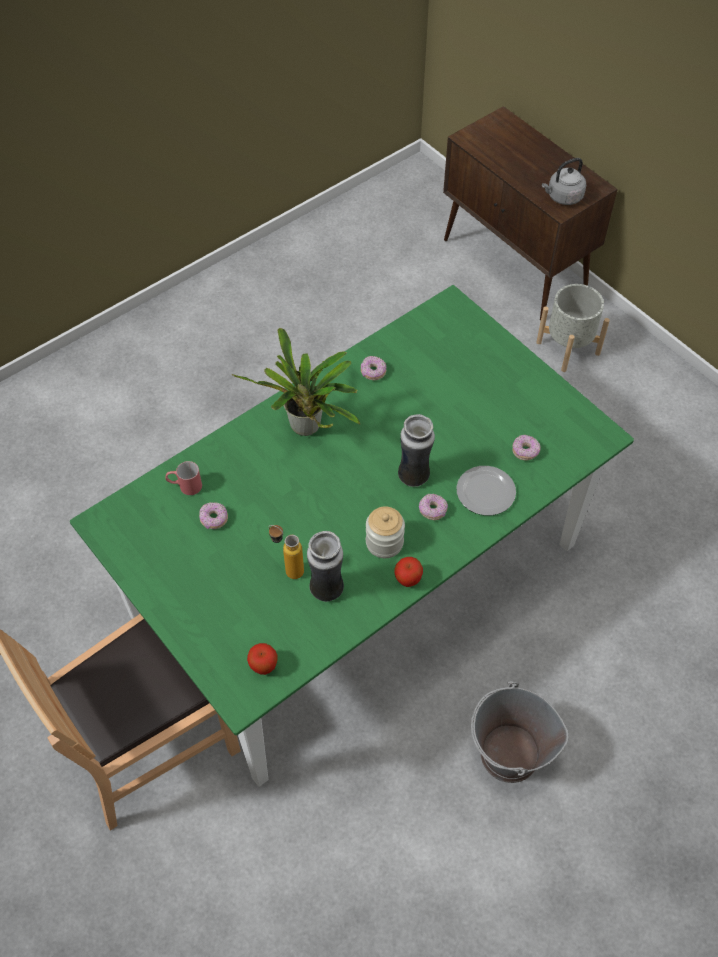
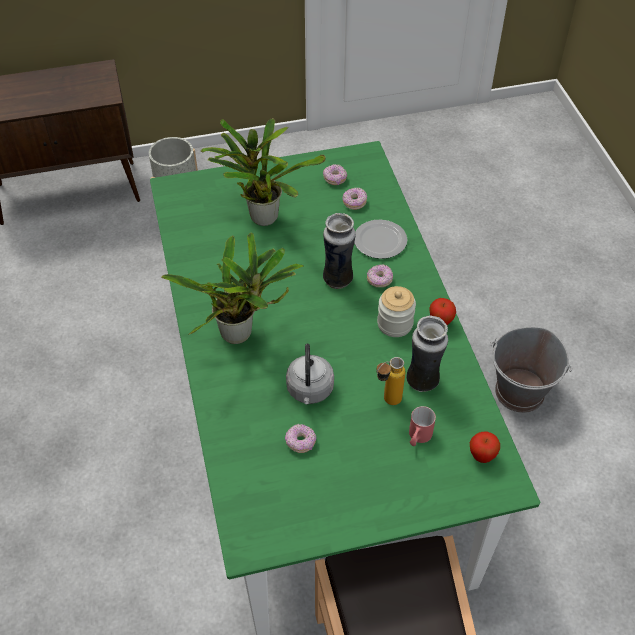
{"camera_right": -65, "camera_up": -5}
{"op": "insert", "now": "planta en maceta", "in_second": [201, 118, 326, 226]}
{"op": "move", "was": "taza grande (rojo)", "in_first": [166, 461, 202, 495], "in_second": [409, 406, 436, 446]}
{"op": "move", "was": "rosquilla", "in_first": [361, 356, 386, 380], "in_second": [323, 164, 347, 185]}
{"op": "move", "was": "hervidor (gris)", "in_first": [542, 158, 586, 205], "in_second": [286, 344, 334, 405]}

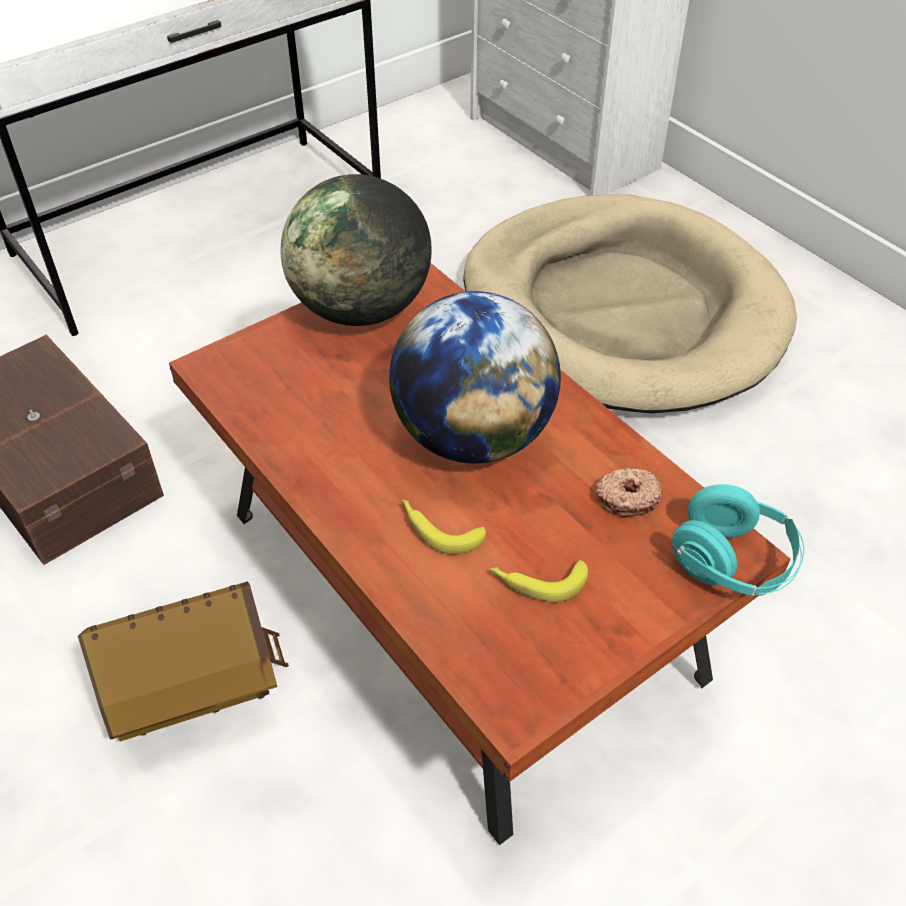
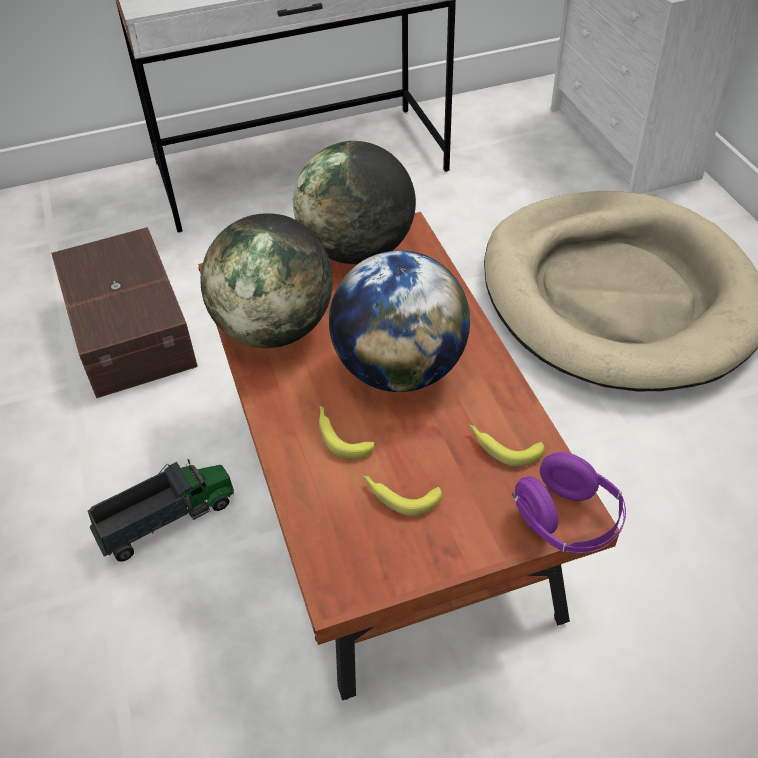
{"camera_right": 20, "camera_up": 0}
{"op": "insert", "now": "globo terráqueo", "in_second": [200, 213, 333, 348]}
{"op": "replace", "was": "casita", "now": "camión de juguete", "in_first": [78, 581, 289, 741], "in_second": [88, 459, 234, 562]}
{"op": "replace", "was": "rosquilla", "now": "plátano", "in_first": [596, 468, 662, 517], "in_second": [469, 425, 544, 467]}
{"op": "recolor", "was": "auriculares (turquesa)", "now": "auriculares (morado)", "in_first": [671, 484, 804, 596], "in_second": [512, 452, 626, 554]}

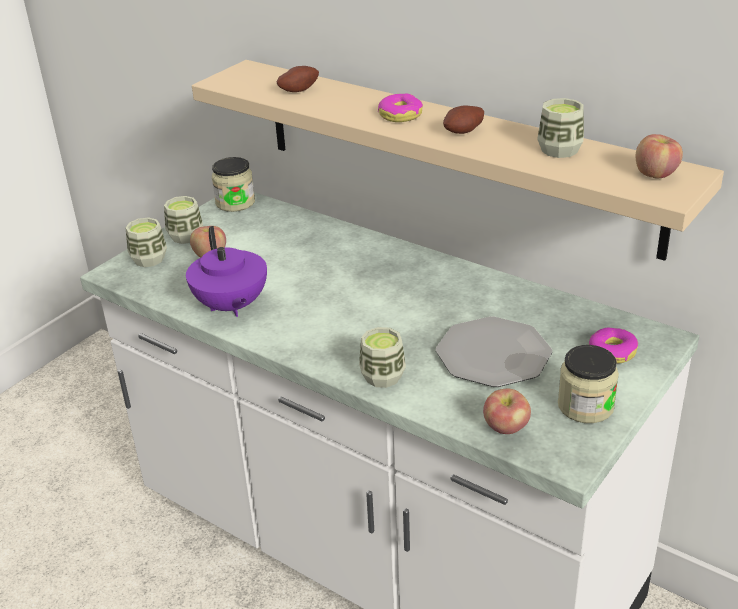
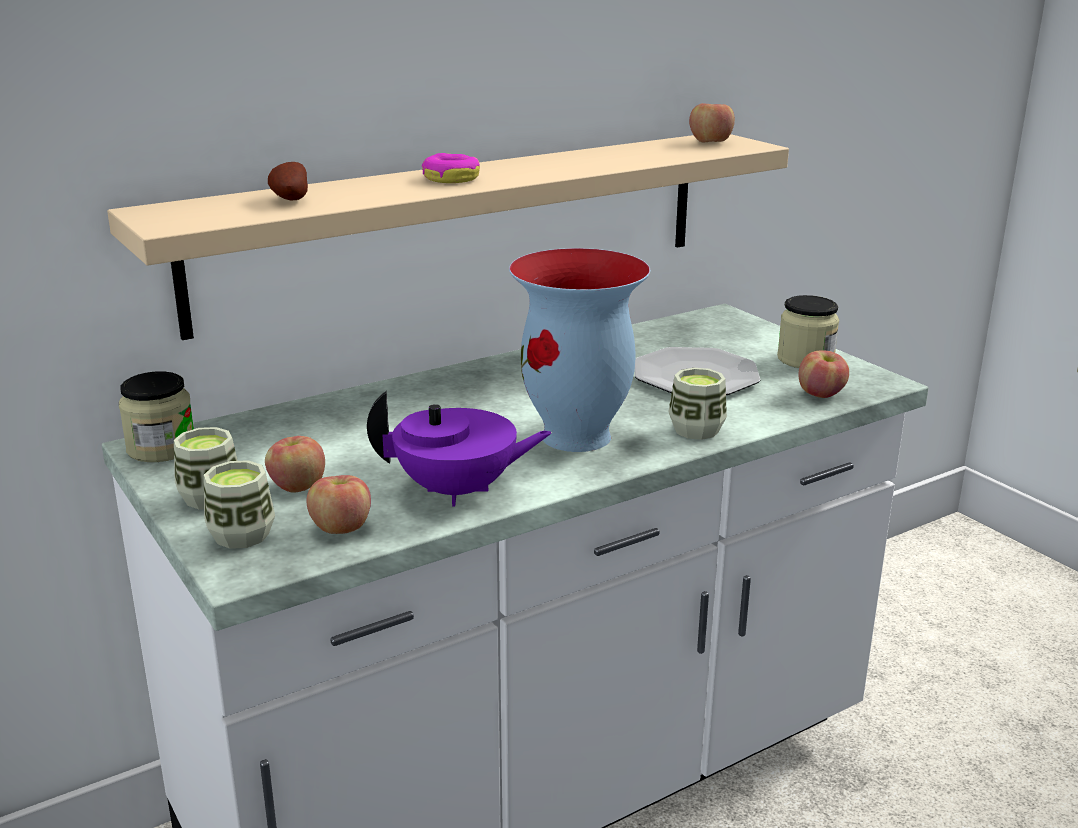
{"camera_right": -70, "camera_up": -10}
{"op": "delete", "was": "patata", "in_first": [443, 106, 484, 134]}
{"op": "delete", "was": "taza", "in_first": [537, 98, 584, 158]}
{"op": "delete", "was": "rosquilla", "in_first": [589, 328, 638, 364]}
{"op": "insert", "now": "manzana", "in_second": [307, 475, 371, 534]}
{"op": "insert", "now": "florero", "in_second": [509, 248, 651, 452]}

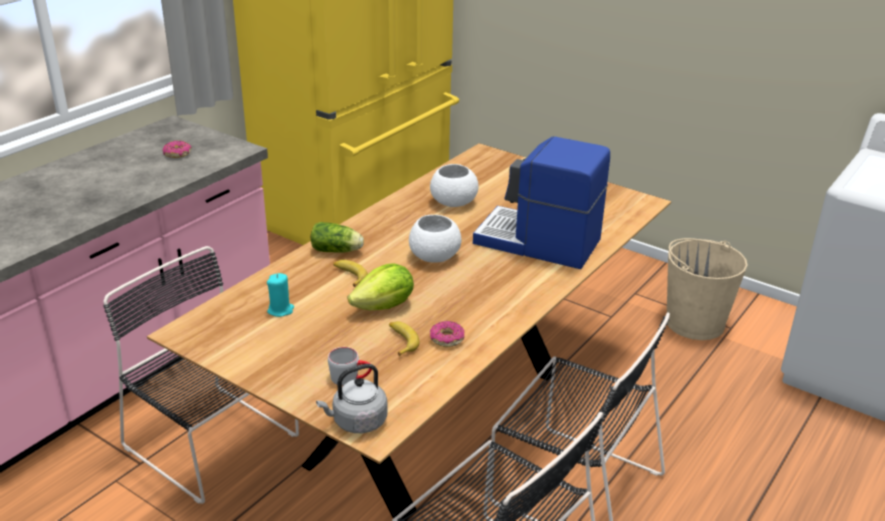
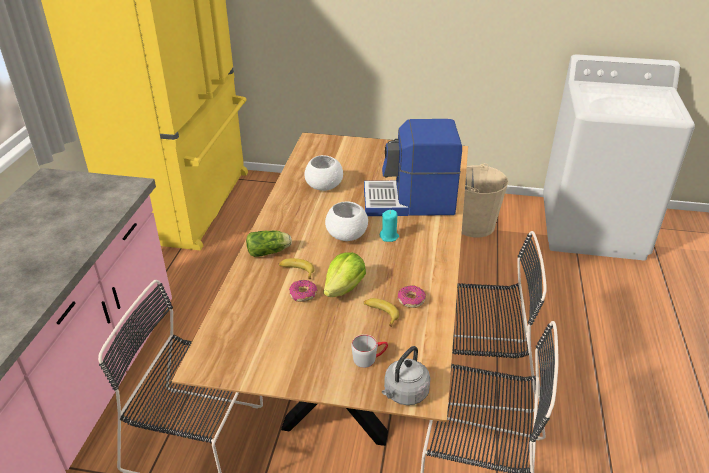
{"camera_right": -25, "camera_up": 5}
{"op": "move", "was": "rosquilla", "in_first": [163, 141, 192, 158], "in_second": [289, 280, 318, 302]}
{"op": "move", "was": "vela (turquesa)", "in_first": [267, 273, 294, 317], "in_second": [380, 210, 399, 242]}

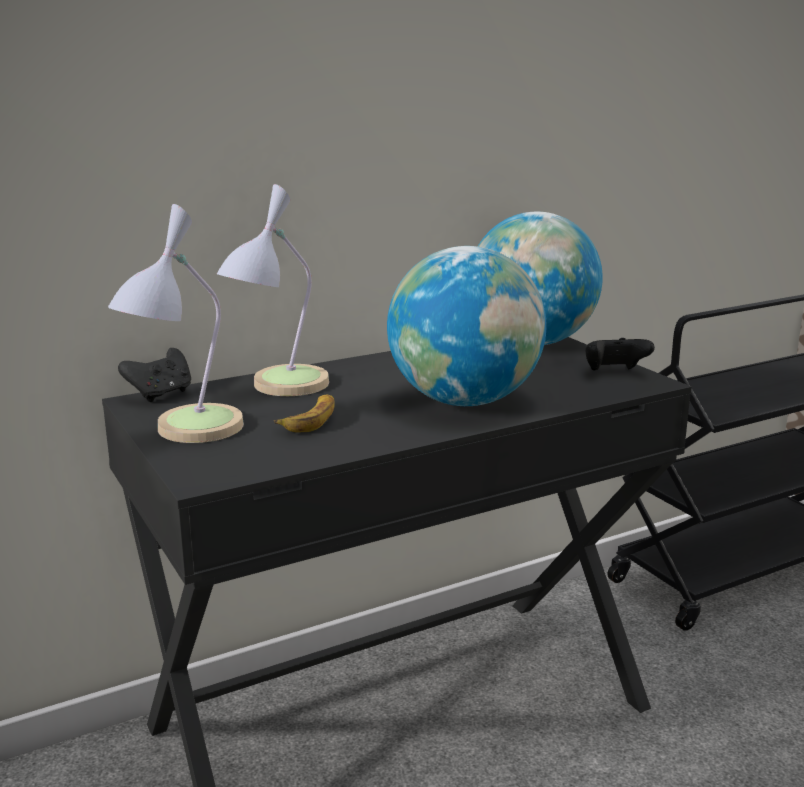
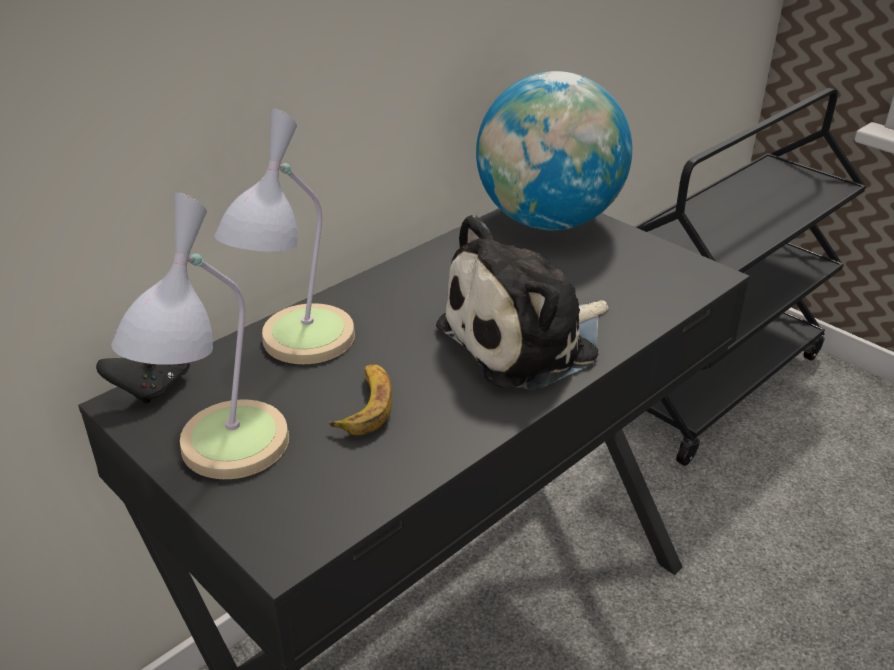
{"camera_right": -15, "camera_up": 15}
{"op": "delete", "was": "mando de consola (negro)", "in_first": [585, 338, 655, 371]}
{"op": "replace", "was": "globo terráqueo", "now": "peluche", "in_first": [387, 246, 546, 406], "in_second": [436, 214, 608, 390]}

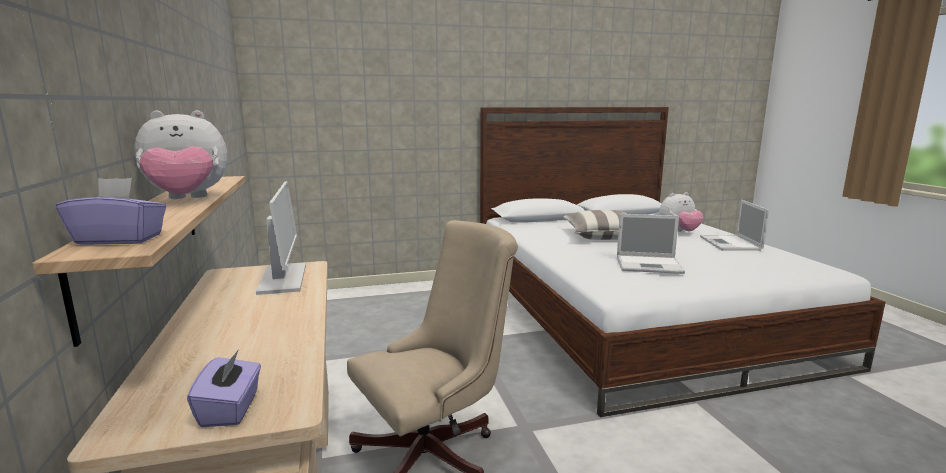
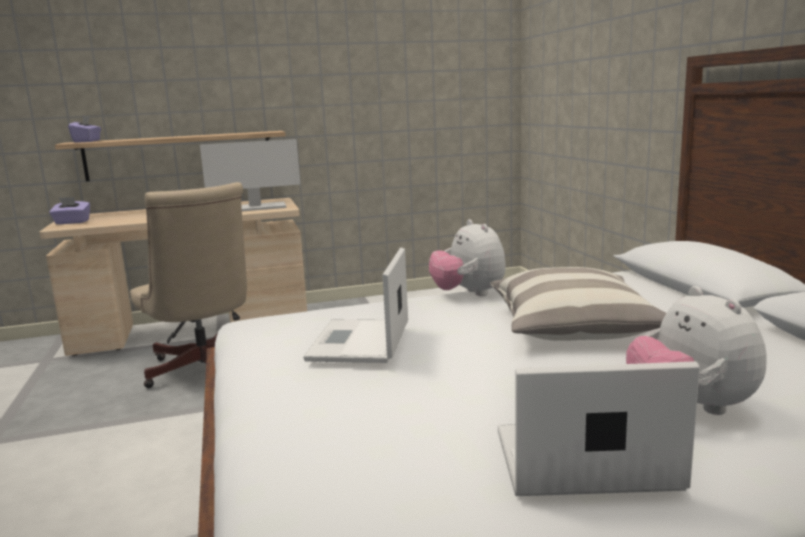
{"camera_right": 90, "camera_up": 0}
{"op": "move", "was": "peluche", "in_first": [134, 110, 227, 199], "in_second": [429, 219, 506, 296]}

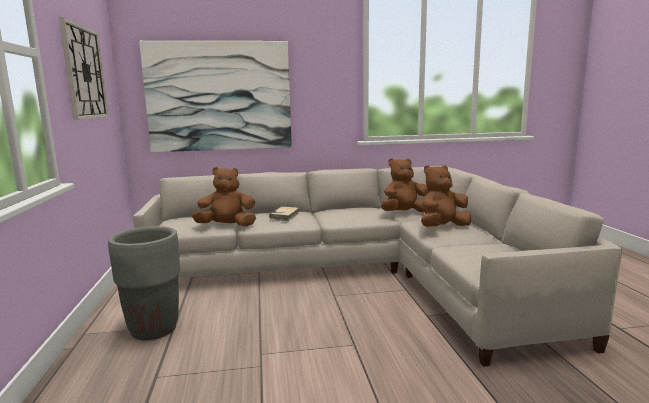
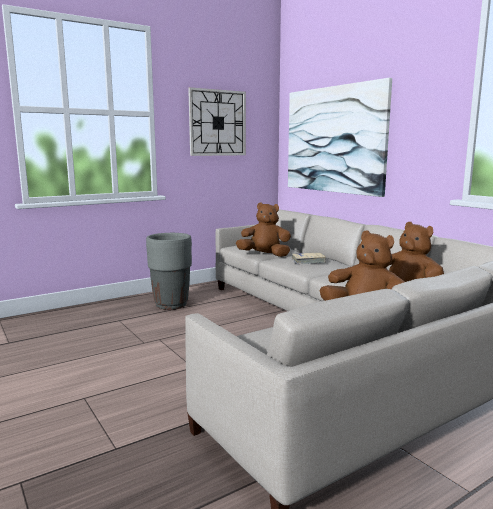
{"camera_right": 65, "camera_up": 0}
{"op": "rotate", "was": "peluche (marrón)", "in_first": [192, 167, 256, 227], "in_second": [236, 202, 291, 257], "clockwise": -45}

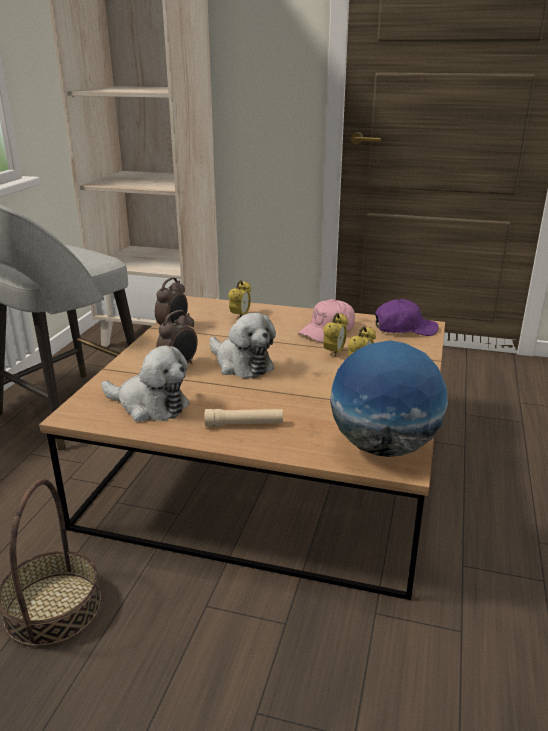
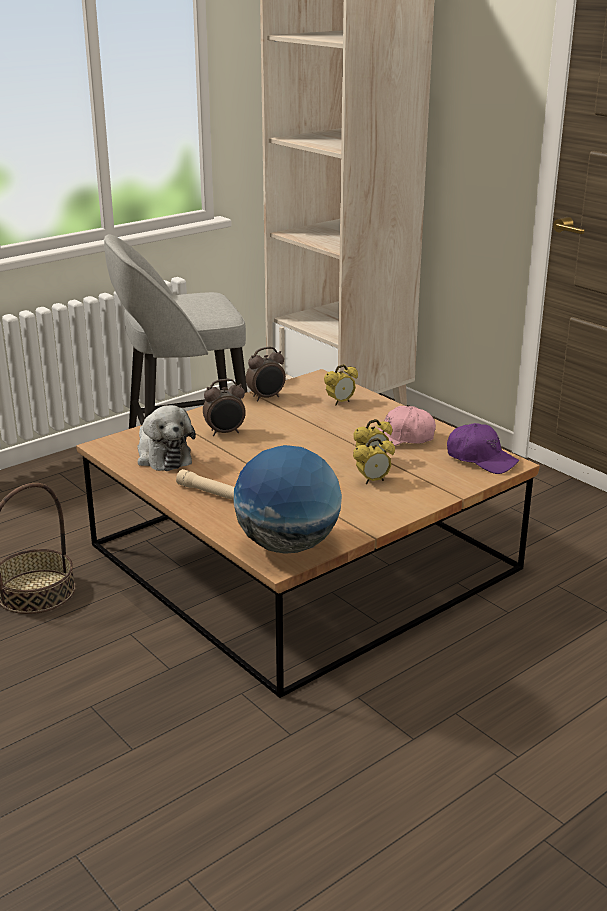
{"camera_right": 35, "camera_up": 0}
{"op": "delete", "was": "peluche", "in_first": [210, 313, 276, 378]}

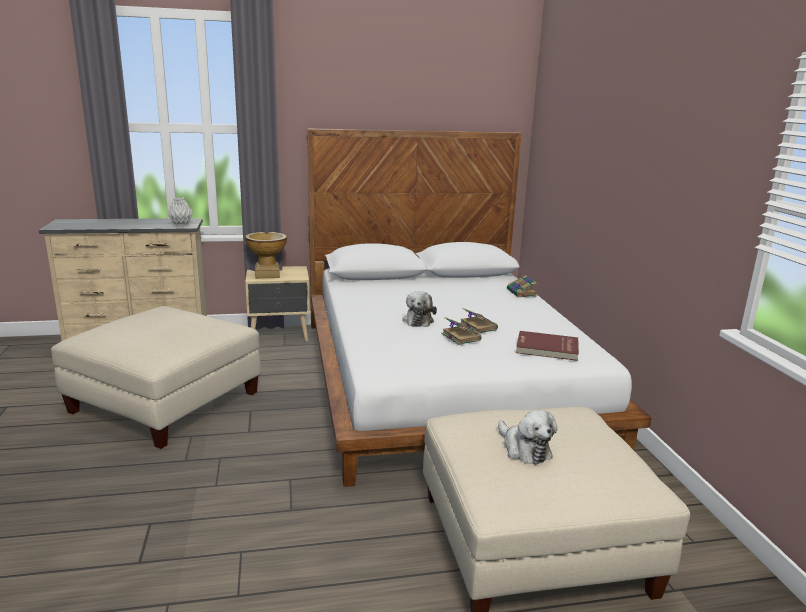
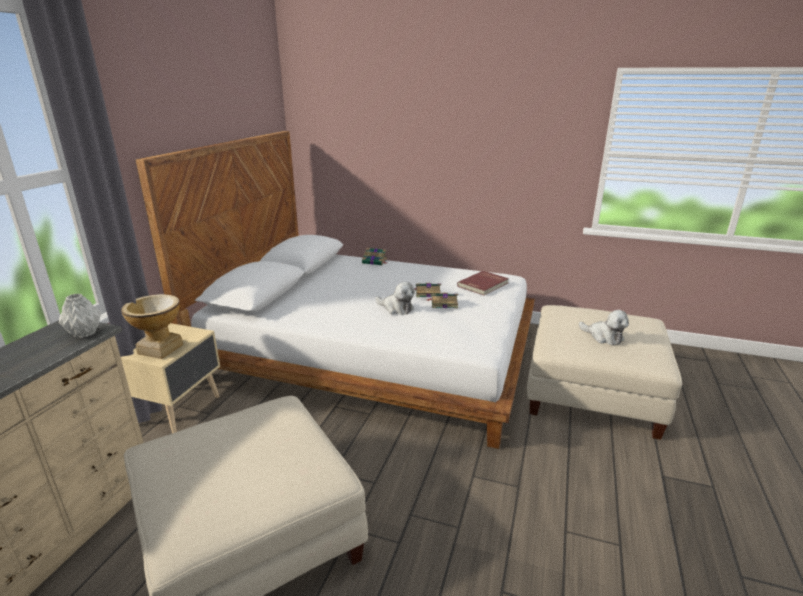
{"camera_right": -60, "camera_up": 5}
{"op": "rotate", "was": "peluche", "in_first": [498, 410, 557, 465], "in_second": [579, 310, 629, 345], "clockwise": 45}

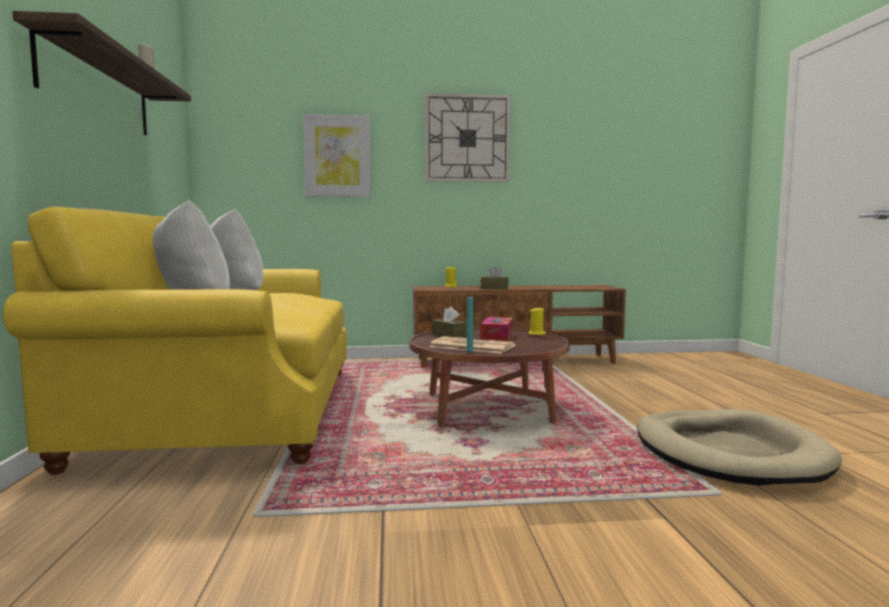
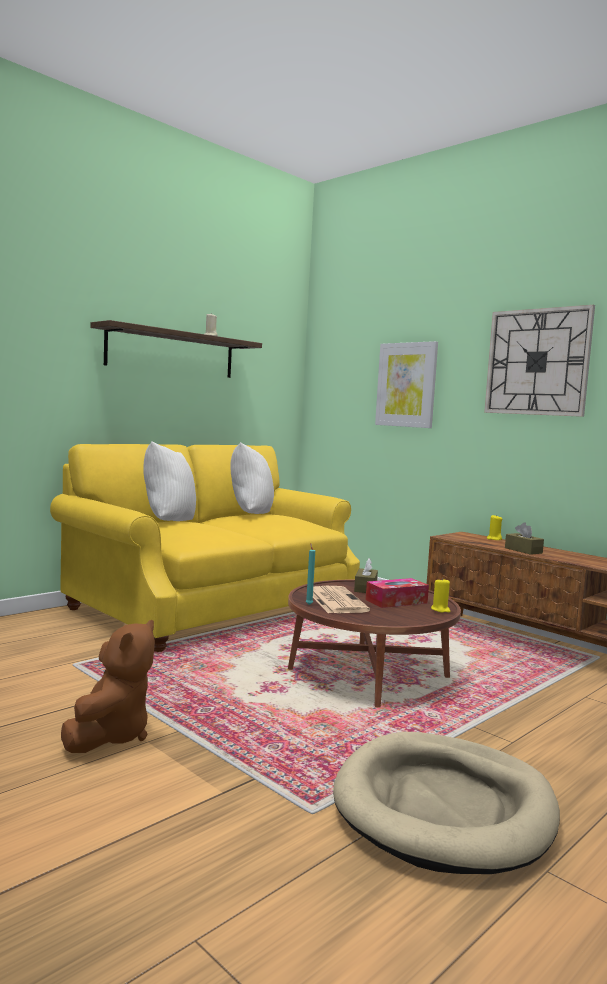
{"camera_right": 50, "camera_up": 0}
{"op": "insert", "now": "peluche (marrón)", "in_second": [61, 620, 155, 753]}

